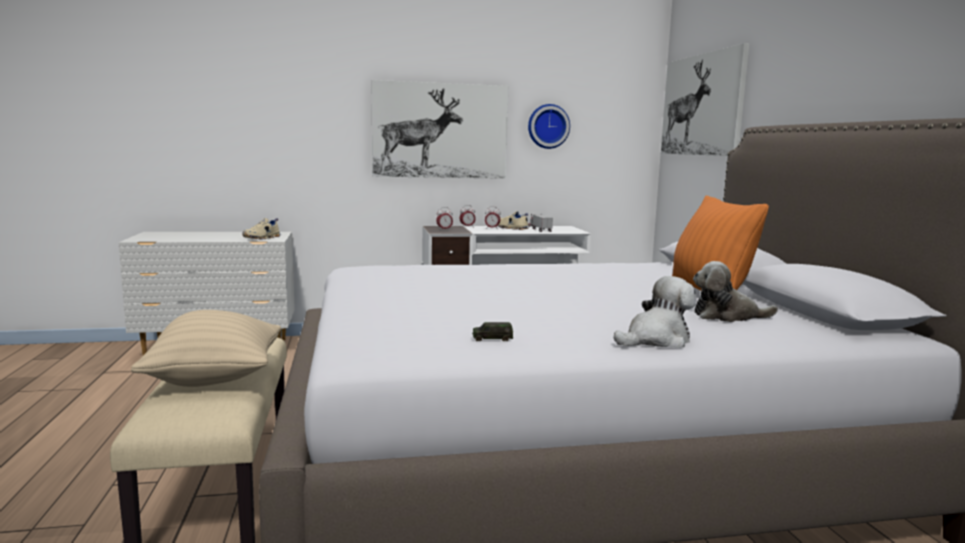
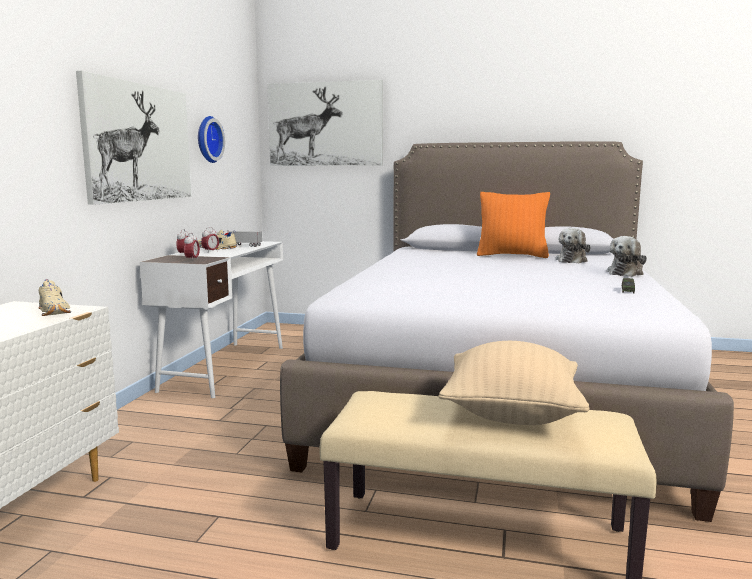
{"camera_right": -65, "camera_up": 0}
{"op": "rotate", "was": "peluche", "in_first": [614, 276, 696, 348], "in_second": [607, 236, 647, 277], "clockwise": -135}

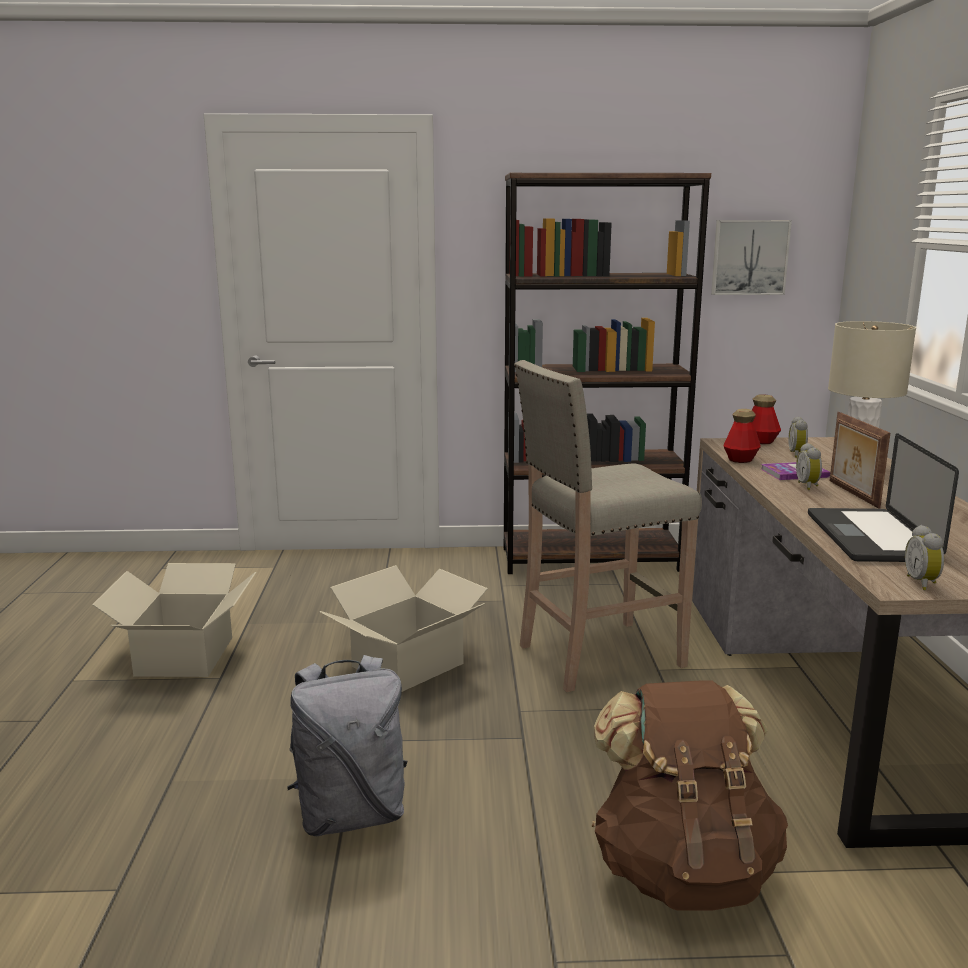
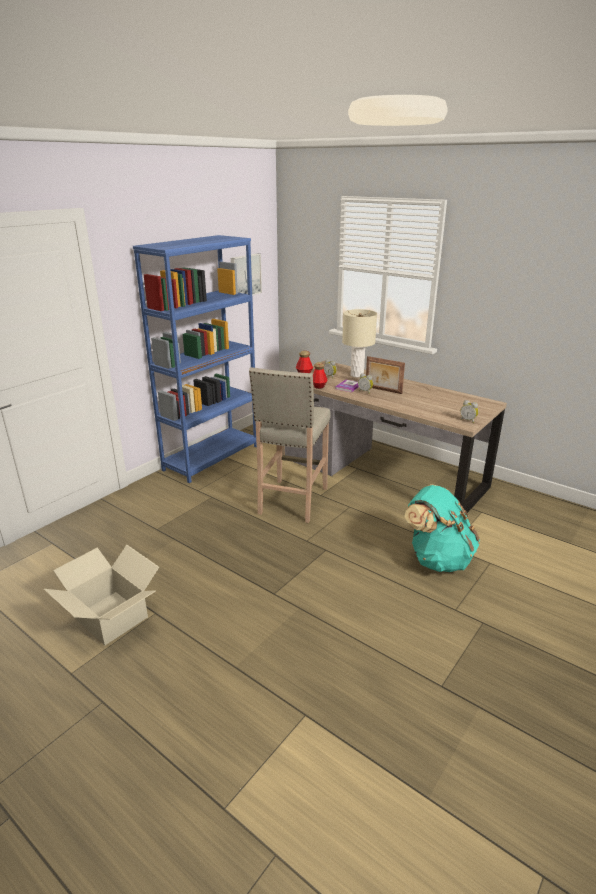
{"camera_right": -50, "camera_up": 10}
{"op": "delete", "was": "mochila (gris)", "in_first": [287, 655, 408, 836]}
{"op": "delete", "was": "caja de cartón", "in_first": [319, 565, 488, 692]}
{"op": "delete", "was": "portátil", "in_first": [808, 433, 959, 562]}
{"op": "recolor", "was": "estantería (marrón)", "now": "estantería (azul)", "in_first": [504, 173, 711, 574], "in_second": [133, 235, 257, 483]}
{"op": "recolor", "was": "mochila (marrón)", "now": "mochila (turquesa)", "in_first": [592, 680, 788, 911], "in_second": [404, 484, 480, 572]}

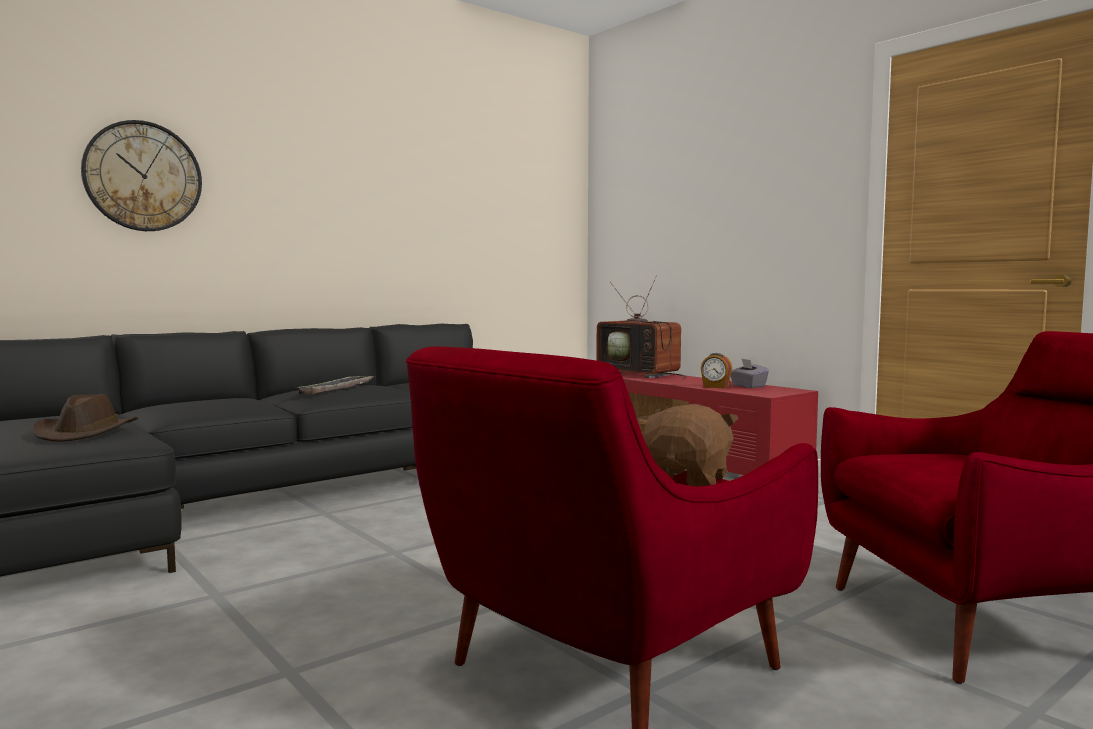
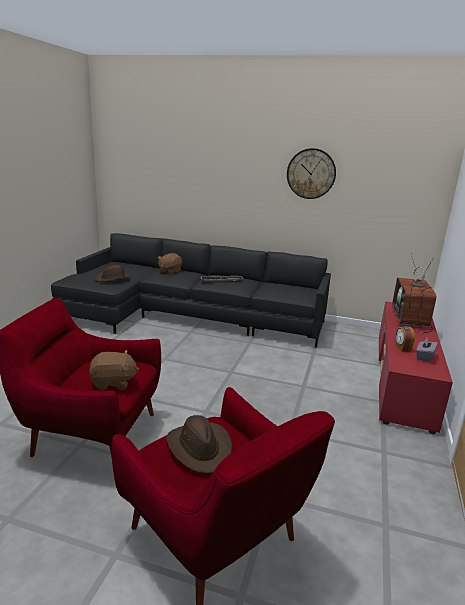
{"camera_right": 55, "camera_up": 15}
{"op": "insert", "now": "peluche (marrón)", "in_second": [158, 253, 182, 274]}
{"op": "insert", "now": "sombrero (marrón)", "in_second": [166, 415, 232, 474]}
{"op": "move", "was": "reloj de pared", "in_first": [81, 120, 202, 231], "in_second": [287, 148, 336, 199]}

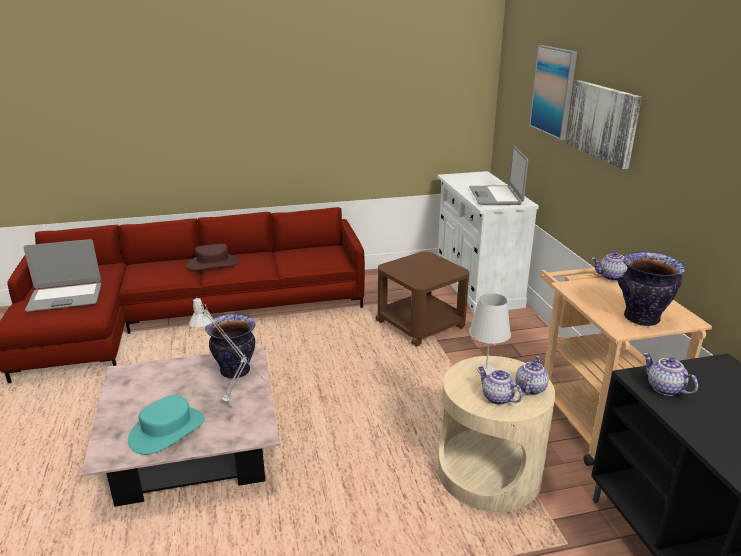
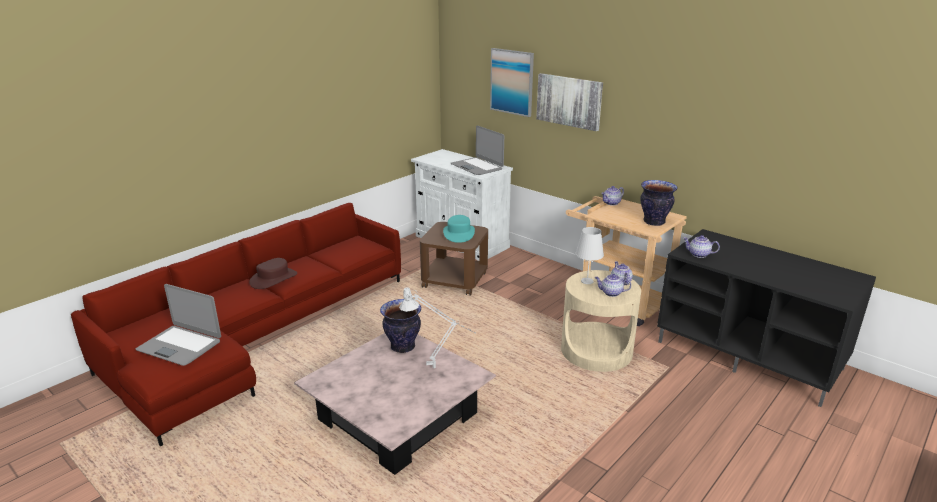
{"camera_right": -35, "camera_up": 0}
{"op": "move", "was": "sombrero (turquesa)", "in_first": [128, 395, 205, 455], "in_second": [443, 215, 475, 243]}
{"op": "rotate", "was": "portátil", "in_first": [24, 239, 101, 312], "in_second": [136, 284, 221, 366], "clockwise": 75}

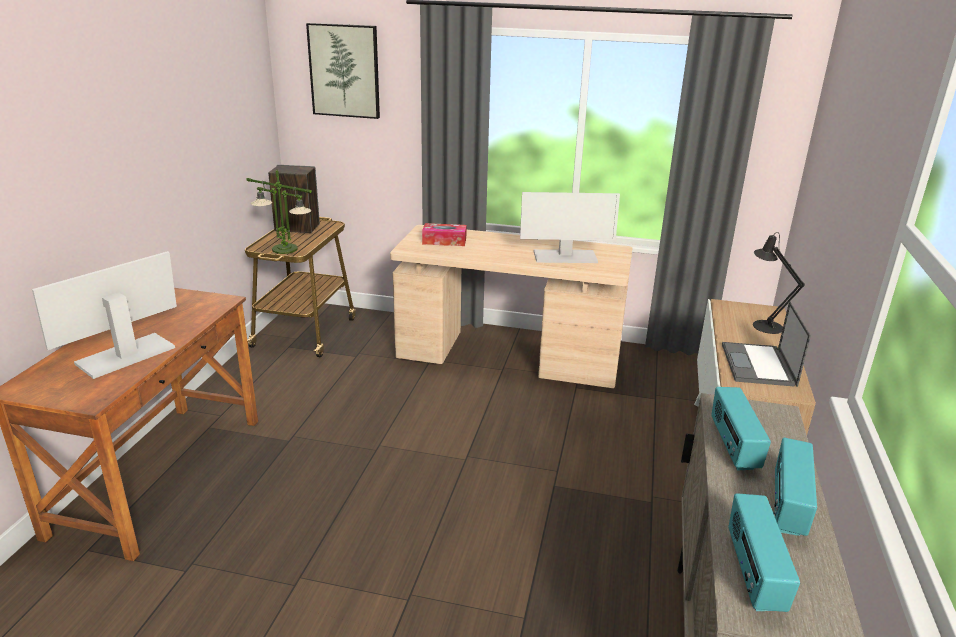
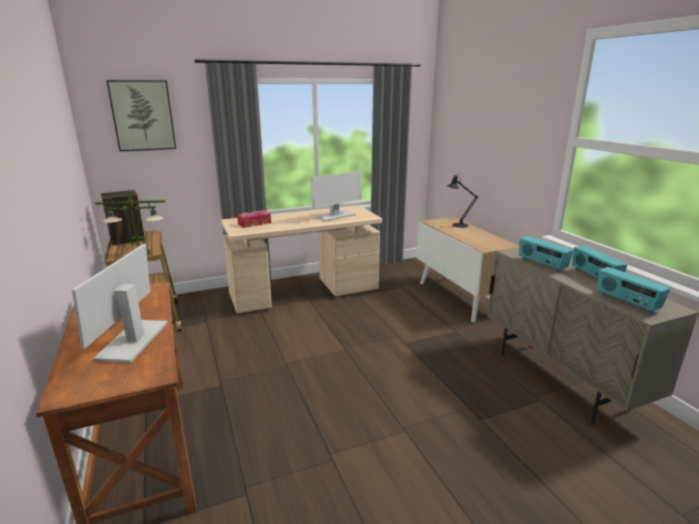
{"camera_right": -35, "camera_up": -5}
{"op": "delete", "was": "portátil", "in_first": [722, 301, 811, 387]}

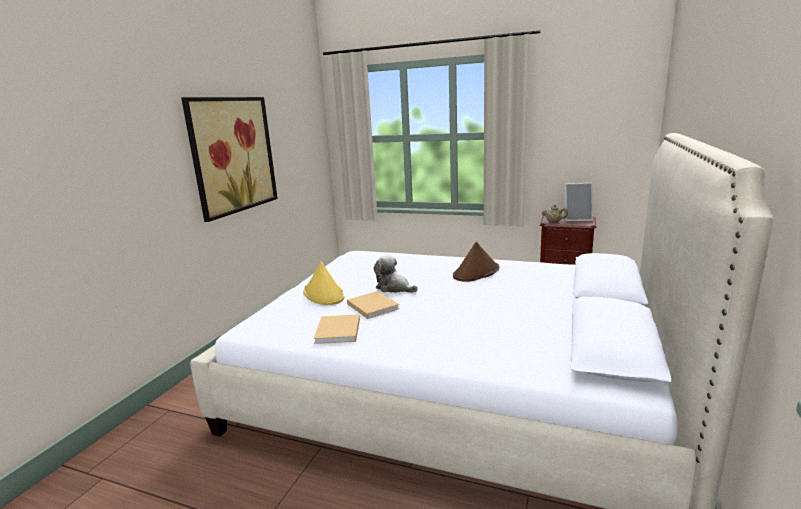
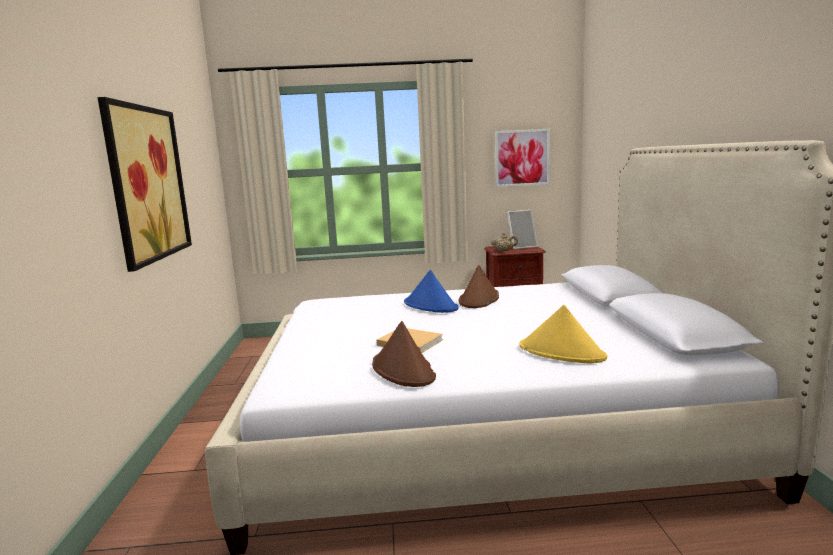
{"camera_right": -25, "camera_up": -5}
{"op": "delete", "was": "peluche", "in_first": [374, 255, 418, 293]}
{"op": "insert", "now": "sombrero (azul)", "in_second": [404, 270, 459, 313]}
{"op": "insert", "now": "cuadro", "in_second": [495, 129, 550, 187]}
{"op": "move", "was": "sombrero (amarillo)", "in_first": [303, 261, 344, 305], "in_second": [519, 305, 607, 363]}
{"op": "replace", "was": "libro (beis)", "now": "sombrero (marrón)", "in_first": [314, 314, 360, 344], "in_second": [372, 321, 436, 387]}

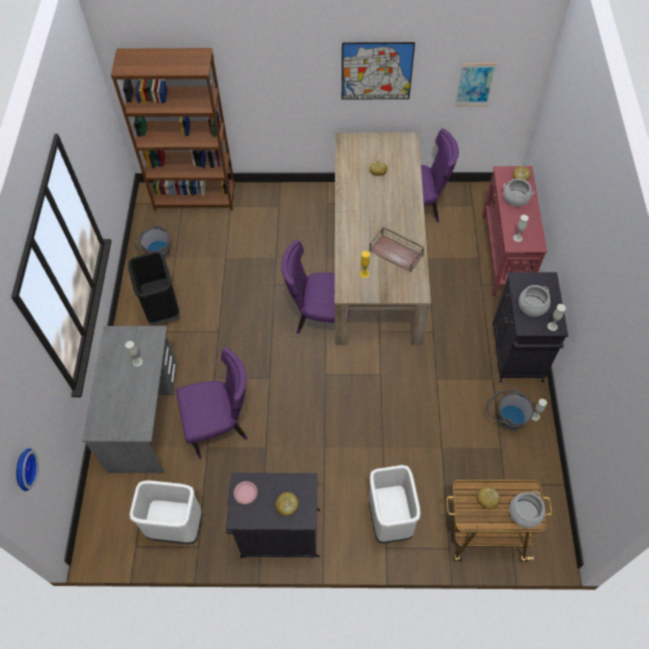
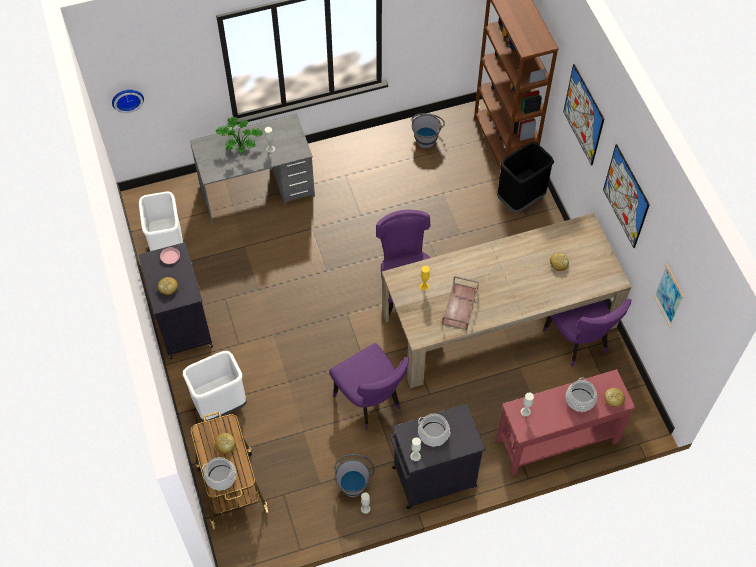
{"camera_right": 70, "camera_up": 0}
{"op": "insert", "now": "planta en maceta", "in_second": [215, 116, 262, 154]}
{"op": "insert", "now": "cuadro", "in_second": [563, 64, 604, 166]}
{"op": "move", "was": "papelera (negro)", "in_first": [128, 252, 180, 326], "in_second": [497, 142, 554, 213]}
{"op": "move", "was": "silla (morado)", "in_first": [176, 347, 248, 459], "in_second": [329, 343, 409, 430]}

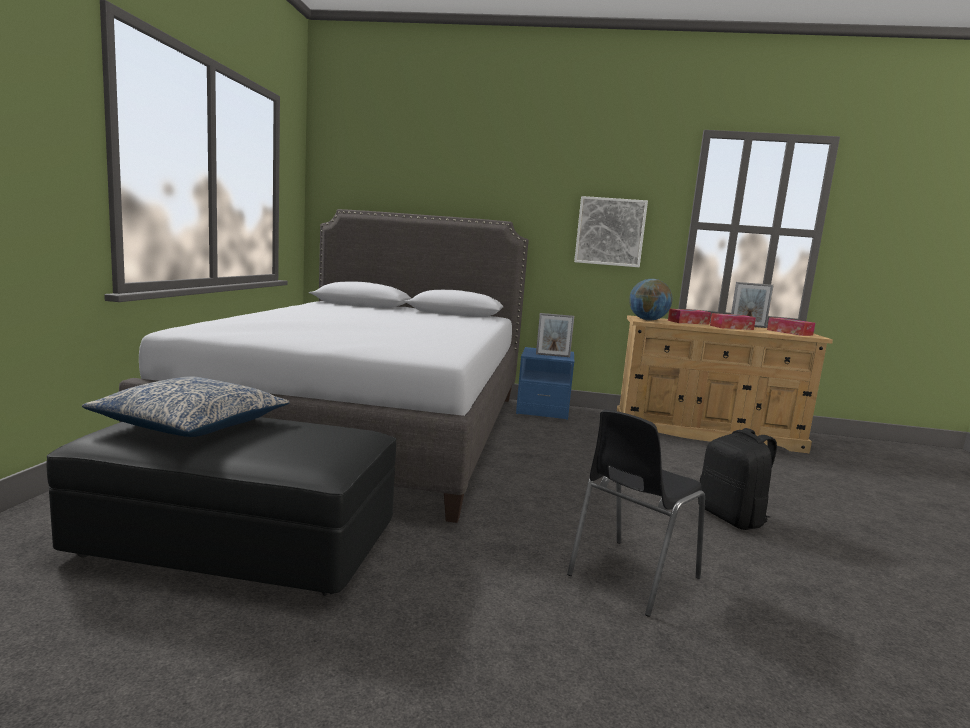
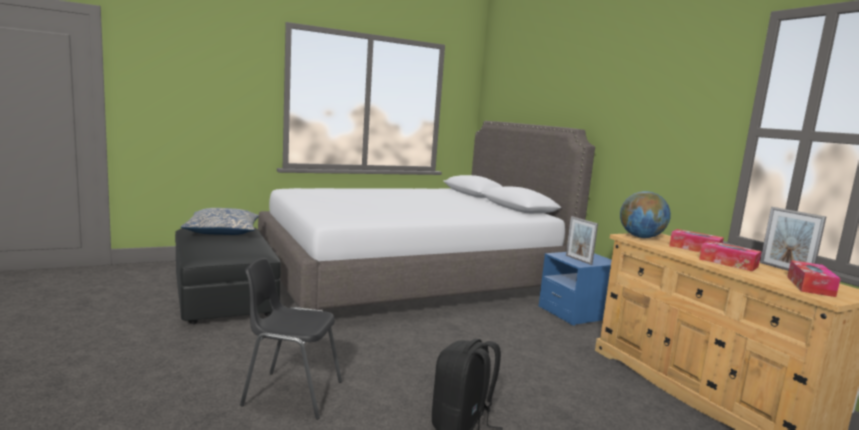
{"camera_right": 55, "camera_up": 0}
{"op": "delete", "was": "cuadro", "in_first": [574, 196, 648, 267]}

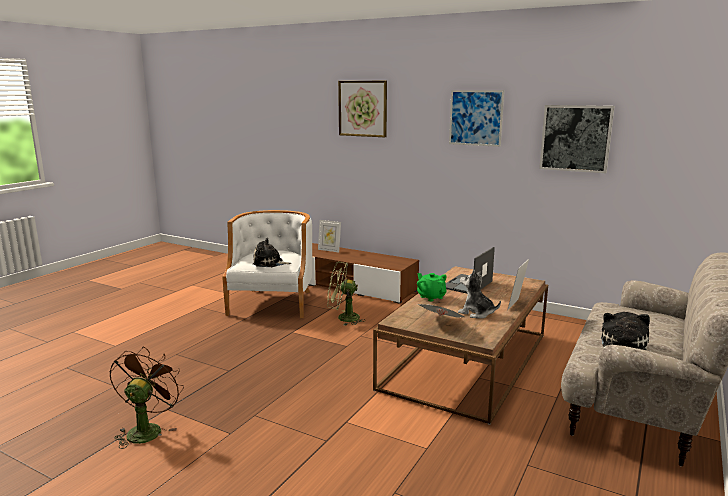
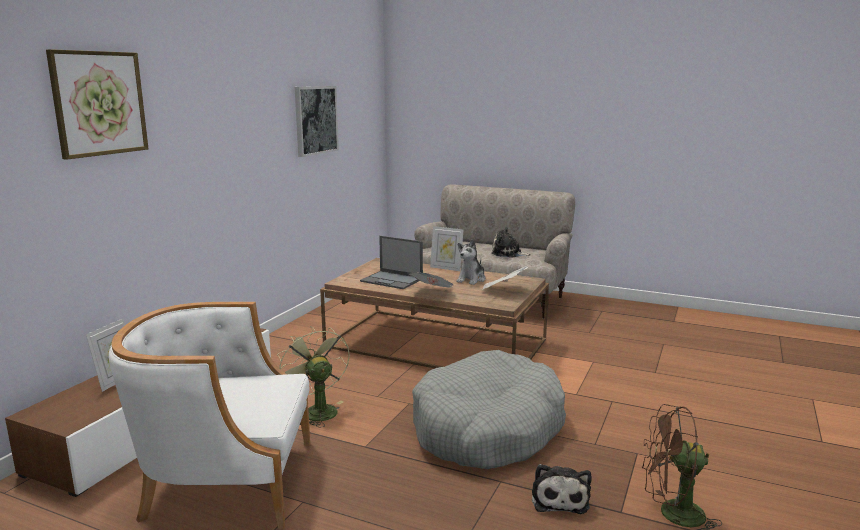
{"camera_right": -95, "camera_up": 0}
{"op": "delete", "was": "cuadro", "in_first": [449, 90, 504, 147]}
{"op": "insert", "now": "cama para perro (gris)", "in_second": [412, 350, 566, 469]}
{"op": "move", "was": "peluche", "in_first": [253, 238, 291, 267], "in_second": [532, 464, 592, 514]}
{"op": "replace", "was": "tetera (verde)", "now": "periódico", "in_first": [417, 273, 447, 301], "in_second": [408, 273, 454, 287]}
{"op": "rotate", "was": "ventilador (verde)", "in_first": [327, 262, 366, 326], "in_second": [277, 326, 350, 428], "clockwise": 150}

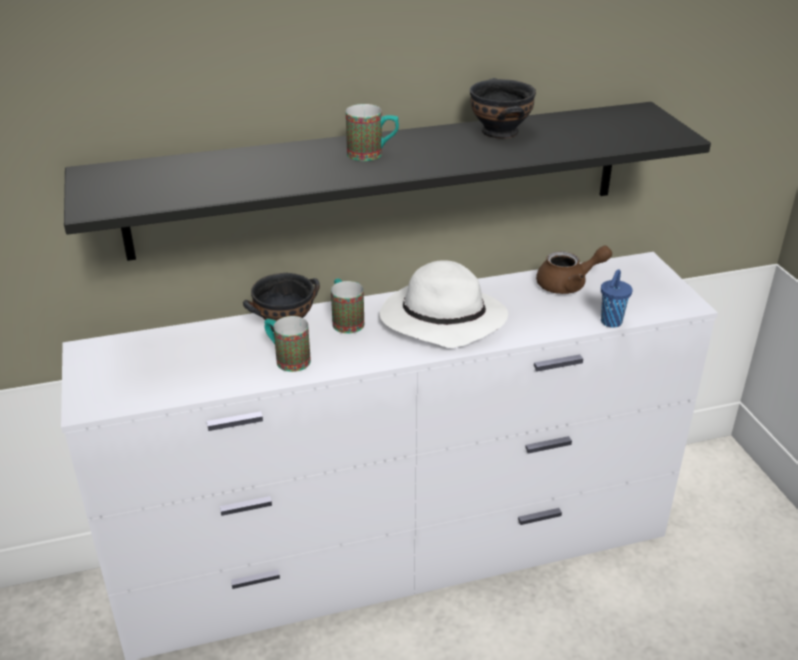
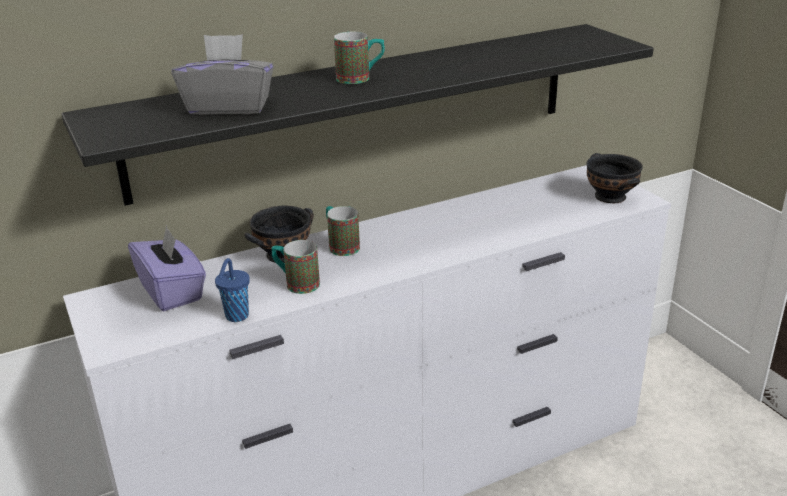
{"camera_right": -10, "camera_up": -5}
{"op": "delete", "was": "sombrero (blanco)", "in_first": [380, 260, 508, 348]}
{"op": "delete", "was": "tetera (marrón)", "in_first": [536, 246, 612, 294]}
{"op": "insert", "now": "caja de pañuelos (morado)", "in_second": [128, 225, 206, 311]}
{"op": "insert", "now": "caja de pañuelos (gris)", "in_second": [172, 34, 274, 115]}
{"op": "move", "was": "cuenco (negro)", "in_first": [470, 78, 536, 139], "in_second": [587, 153, 643, 203]}
{"op": "move", "was": "taza (azul)", "in_first": [601, 269, 632, 328], "in_second": [215, 258, 250, 322]}

